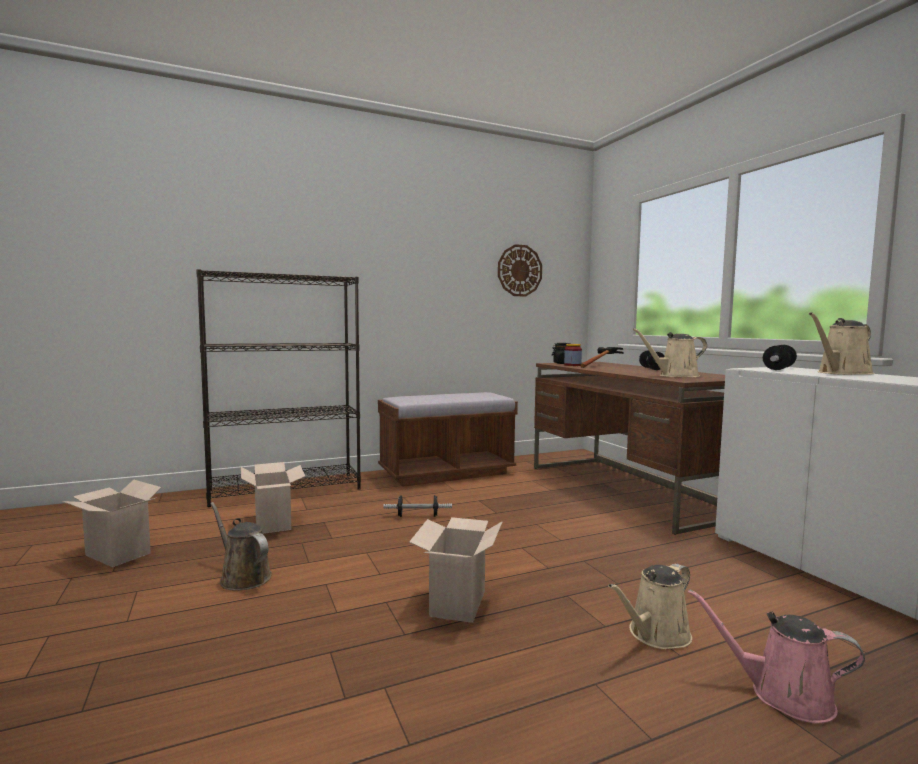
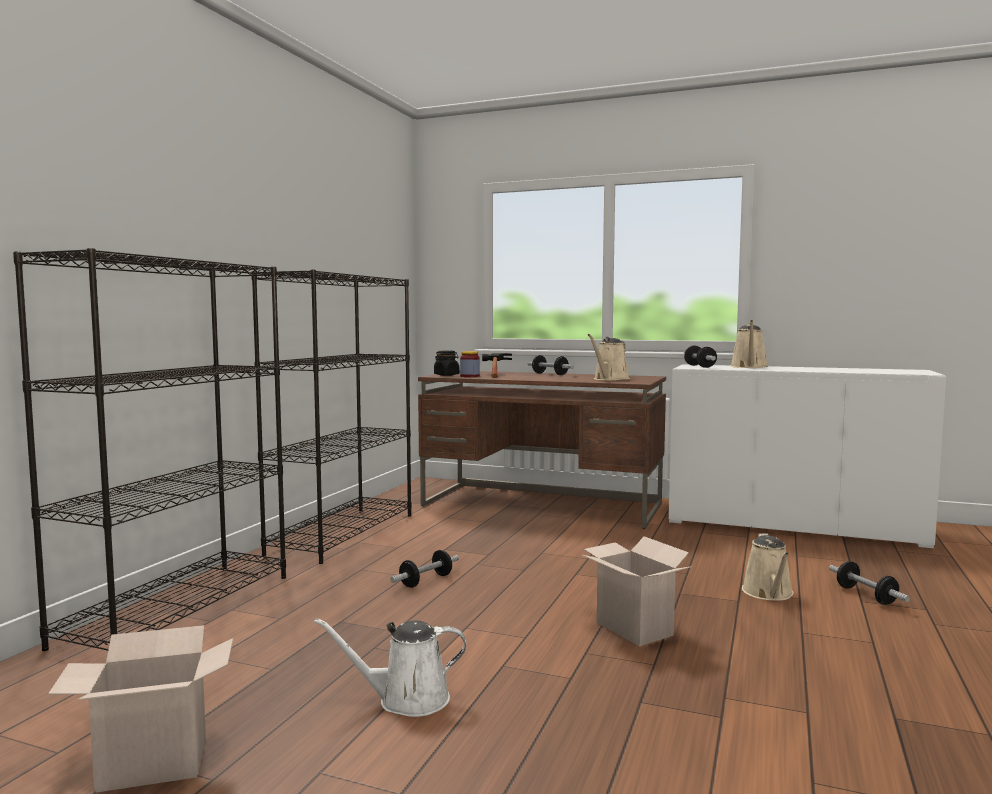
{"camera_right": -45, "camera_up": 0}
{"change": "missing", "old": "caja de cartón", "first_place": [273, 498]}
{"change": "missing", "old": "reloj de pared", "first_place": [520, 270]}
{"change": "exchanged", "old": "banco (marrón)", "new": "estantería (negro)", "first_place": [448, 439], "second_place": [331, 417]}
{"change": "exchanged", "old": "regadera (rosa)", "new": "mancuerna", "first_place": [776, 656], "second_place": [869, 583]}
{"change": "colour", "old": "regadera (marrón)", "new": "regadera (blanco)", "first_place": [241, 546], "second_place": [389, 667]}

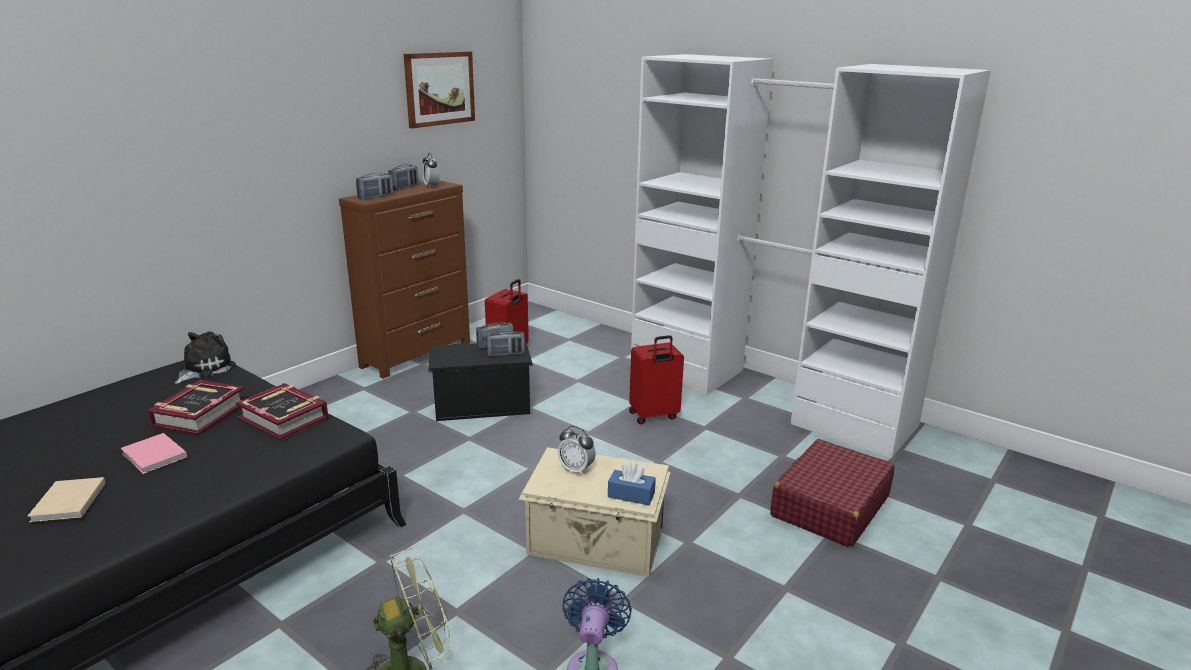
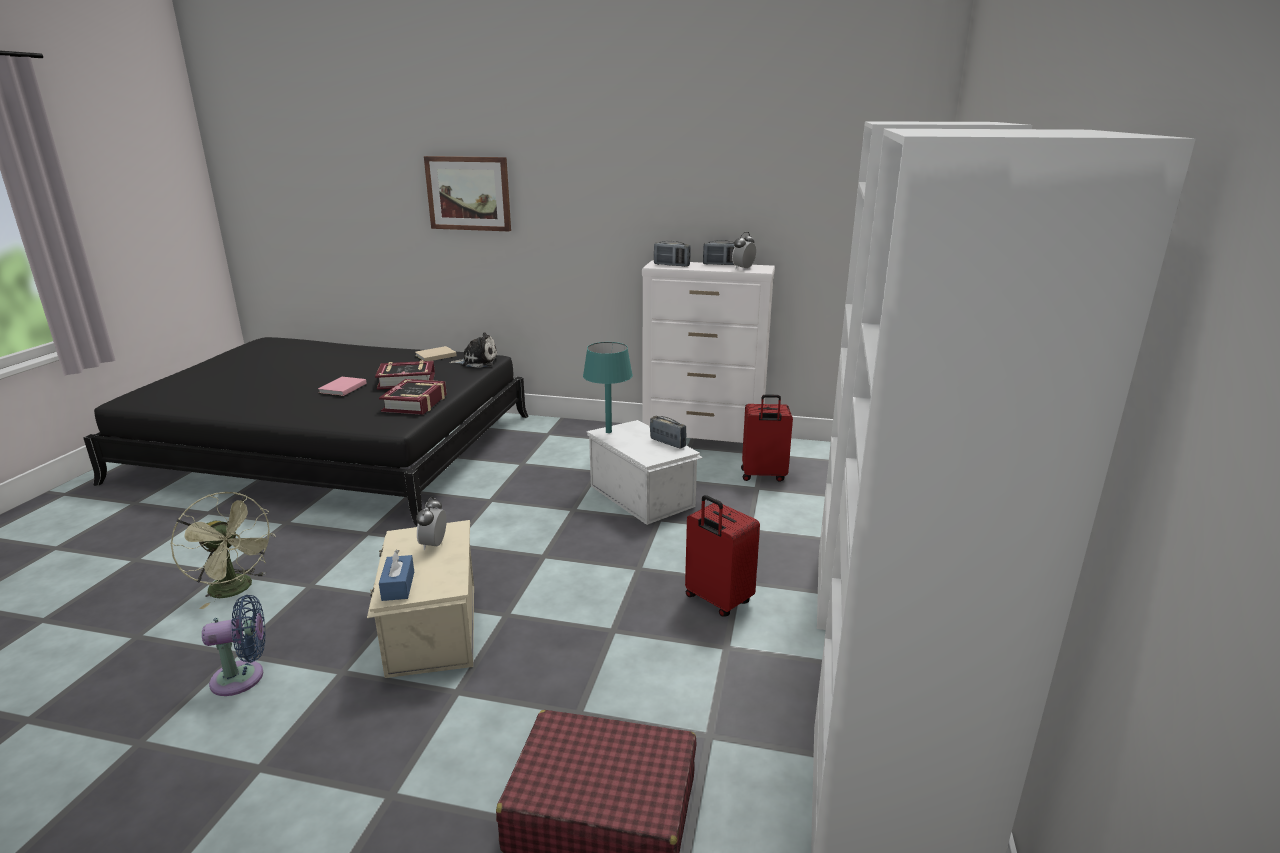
{"camera_right": 65, "camera_up": 0}
{"change": "missing", "old": "radio", "first_place": [505, 344]}
{"change": "appeared", "new": "lámpara de mesa (turquesa)", "second_place": [608, 387]}
{"change": "relocated", "old": "libro (beis)", "first_place": [67, 500], "second_place": [435, 353]}
{"change": "relocated", "old": "cuadro", "first_place": [439, 90], "second_place": [467, 193]}
{"change": "colour", "old": "cómoda (marrón)", "new": "cómoda (blanco)", "first_place": [404, 279], "second_place": [708, 351]}
{"change": "colour", "old": "caja de almacenaje (negro)", "new": "caja de almacenaje (blanco)", "first_place": [480, 381], "second_place": [645, 472]}

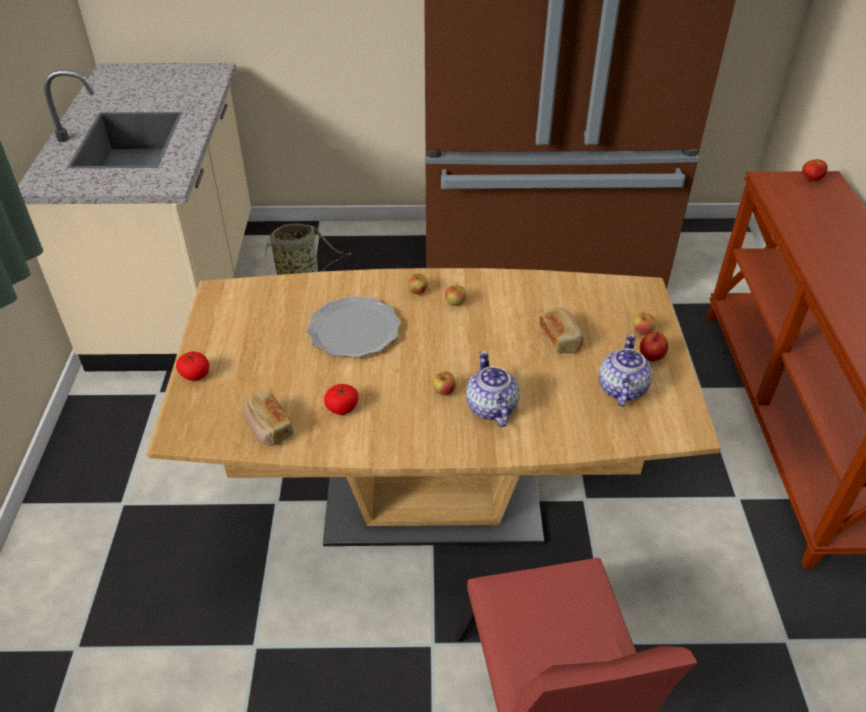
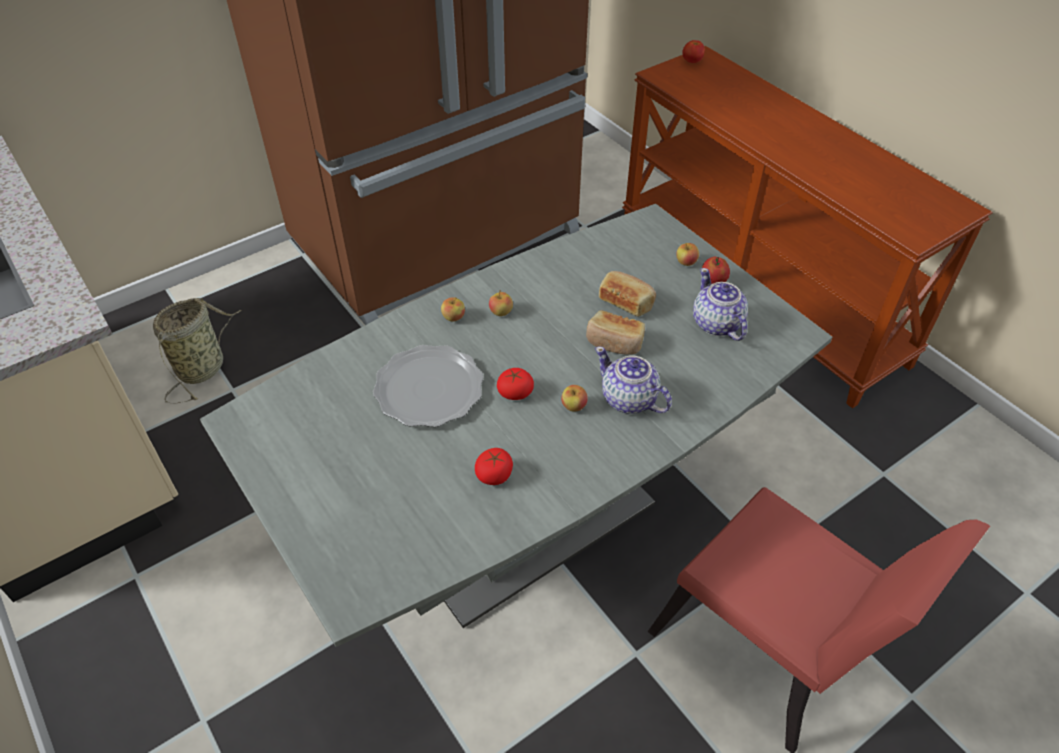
{"camera_right": -35, "camera_up": 5}
{"change": "relocated", "old": "tomate", "first_place": [192, 366], "second_place": [515, 384]}
{"change": "relocated", "old": "pan", "first_place": [268, 419], "second_place": [615, 332]}
{"change": "colour", "old": "mesa de comedor (marrón)", "new": "mesa de comedor (gris)", "first_place": [434, 407], "second_place": [516, 425]}

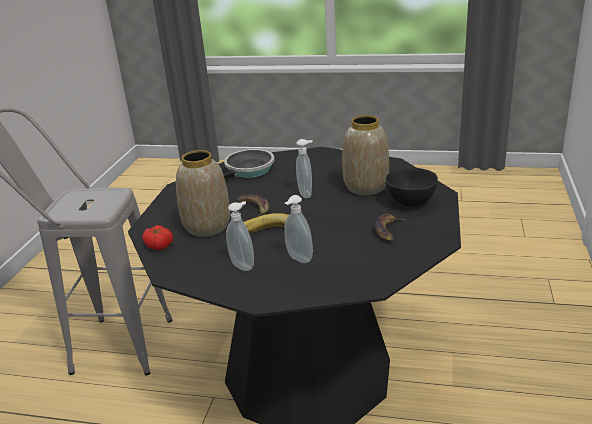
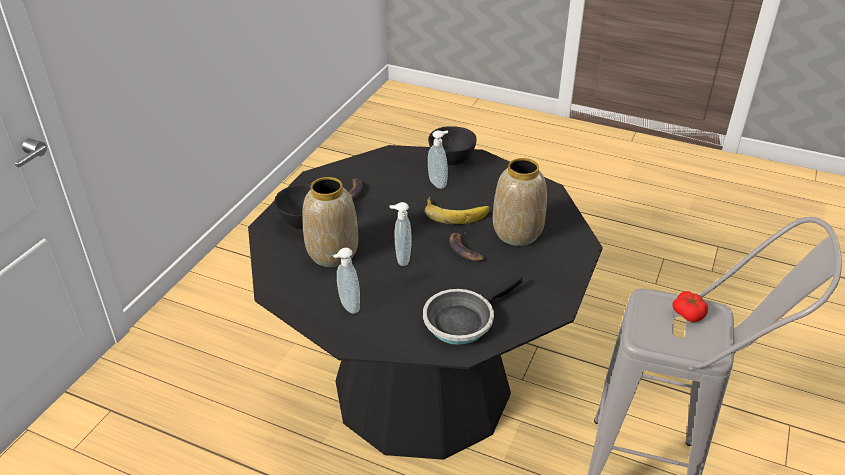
{"camera_right": -170, "camera_up": 10}
{"change": "appeared", "new": "cuenco (negro)", "second_place": [452, 145]}
{"change": "relocated", "old": "tomate", "first_place": [158, 237], "second_place": [690, 306]}
{"change": "relocated", "old": "dispensador de jabón", "first_place": [240, 236], "second_place": [346, 281]}

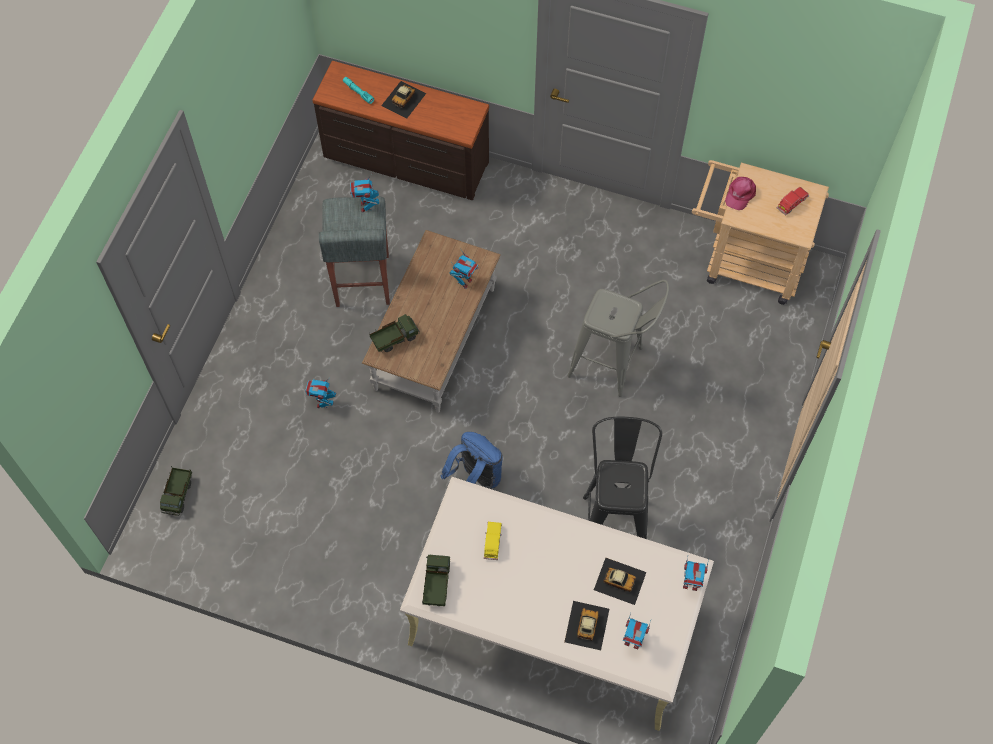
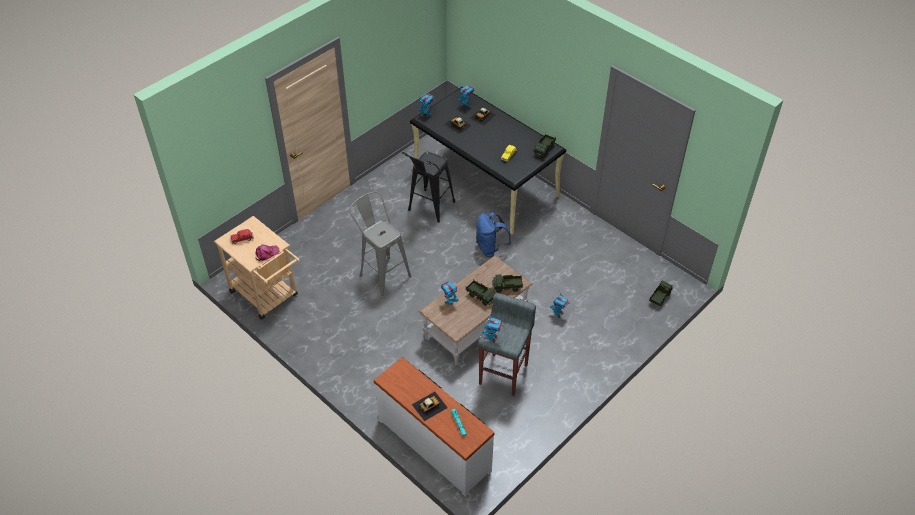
{"camera_right": -155, "camera_up": -15}
{"change": "appeared", "new": "camión de juguete", "second_place": [480, 293]}
{"change": "colour", "old": "cómoda (marrón)", "new": "cómoda (blanco)", "first_place": [401, 130], "second_place": [434, 426]}
{"change": "colour", "old": "escritorio (beis)", "new": "escritorio (negro)", "first_place": [557, 604], "second_place": [488, 161]}

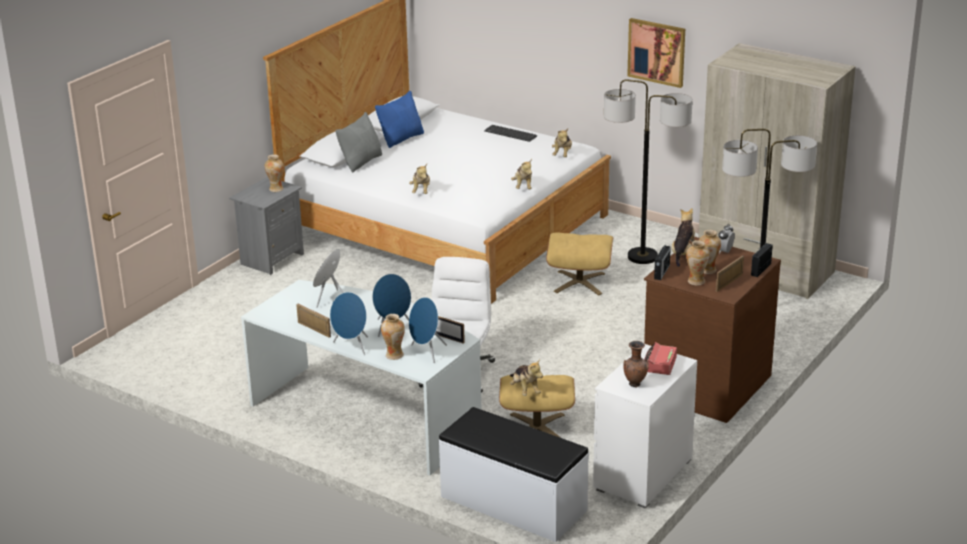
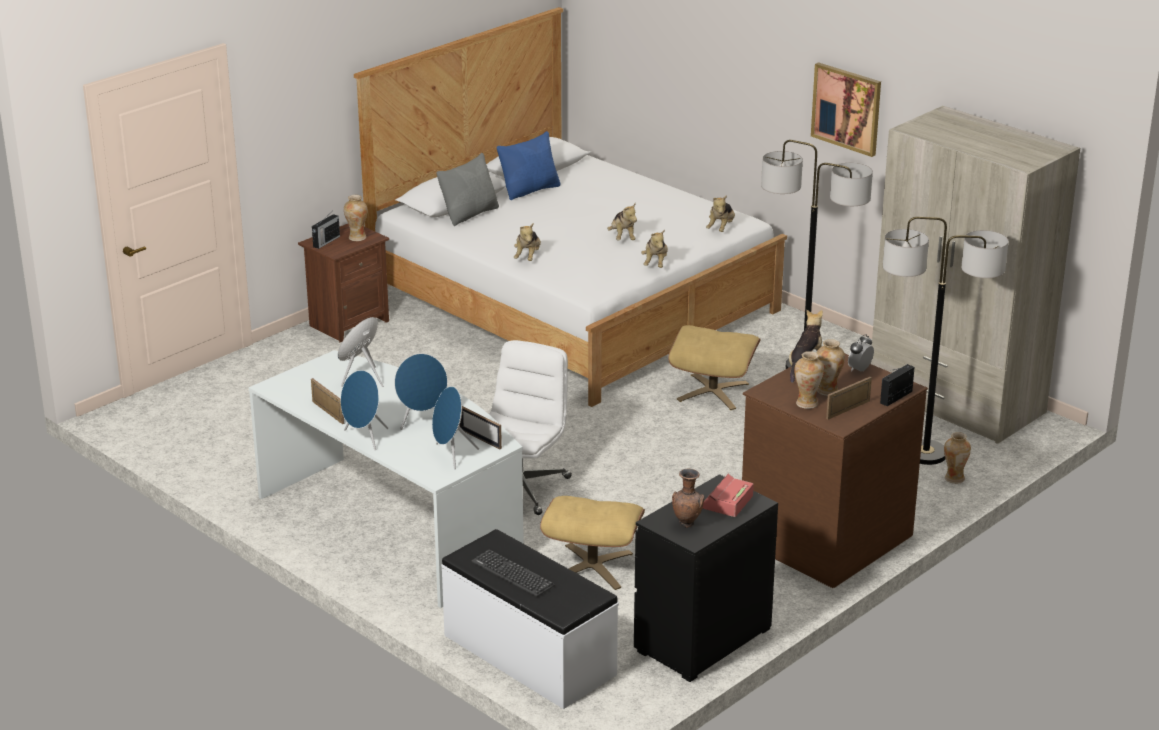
{"camera_right": 10, "camera_up": 0}
{"change": "relocated", "old": "florero", "first_place": [393, 337], "second_place": [957, 458]}
{"change": "relocated", "old": "teclado", "first_place": [510, 133], "second_place": [513, 573]}
{"change": "relocated", "old": "peluche", "first_place": [526, 377], "second_place": [622, 221]}
{"change": "relocated", "old": "radio", "first_place": [662, 261], "second_place": [326, 231]}
{"change": "colour", "old": "mesita de noche (gris)", "new": "mesita de noche (marrón)", "first_place": [266, 226], "second_place": [343, 283]}
{"change": "colour", "old": "cómoda (blanco)", "new": "cómoda (negro)", "first_place": [645, 426], "second_place": [706, 578]}

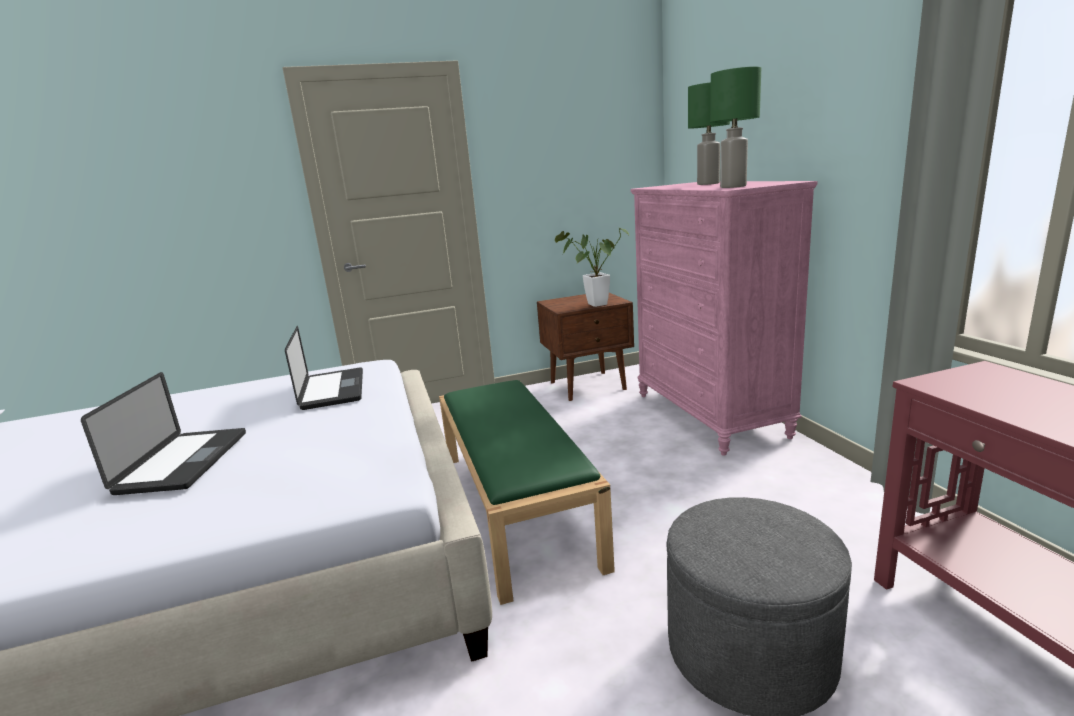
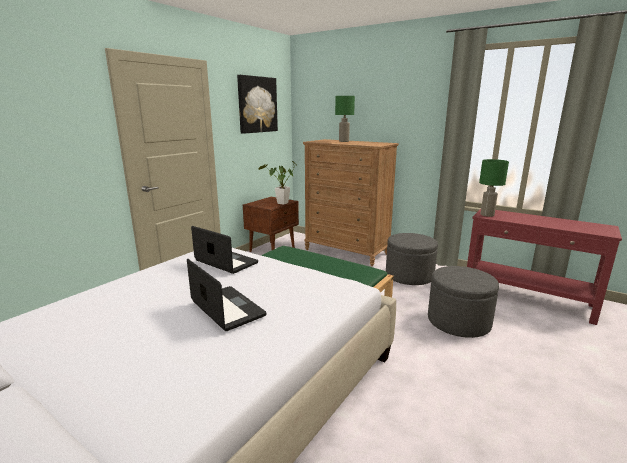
{"camera_right": -40, "camera_up": 0}
{"change": "appeared", "new": "cuadro", "second_place": [257, 104]}
{"change": "appeared", "new": "puf (gris)", "second_place": [412, 259]}
{"change": "relocated", "old": "lámpara de mesa (verde)", "first_place": [735, 127], "second_place": [494, 188]}
{"change": "colour", "old": "cómoda (rosa)", "new": "cómoda (marrón)", "first_place": [724, 318], "second_place": [351, 202]}

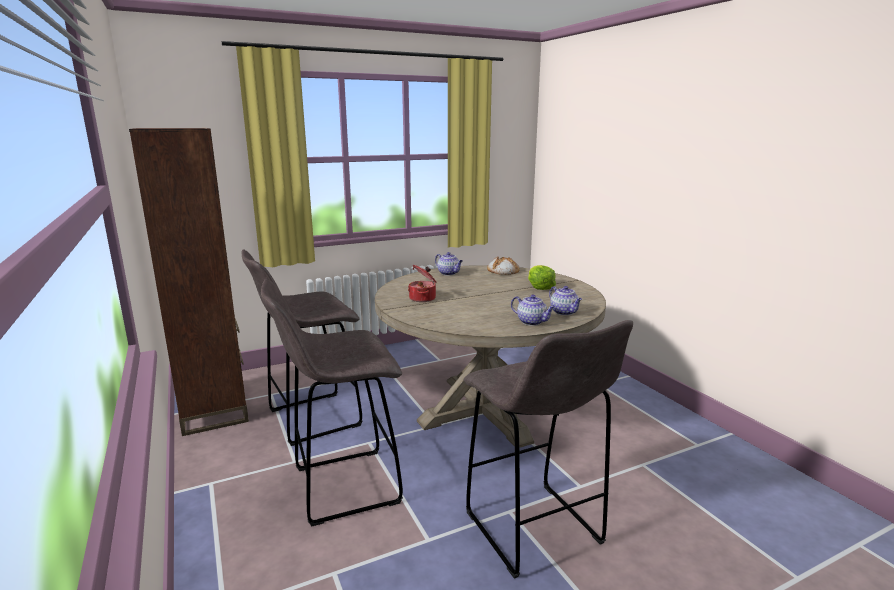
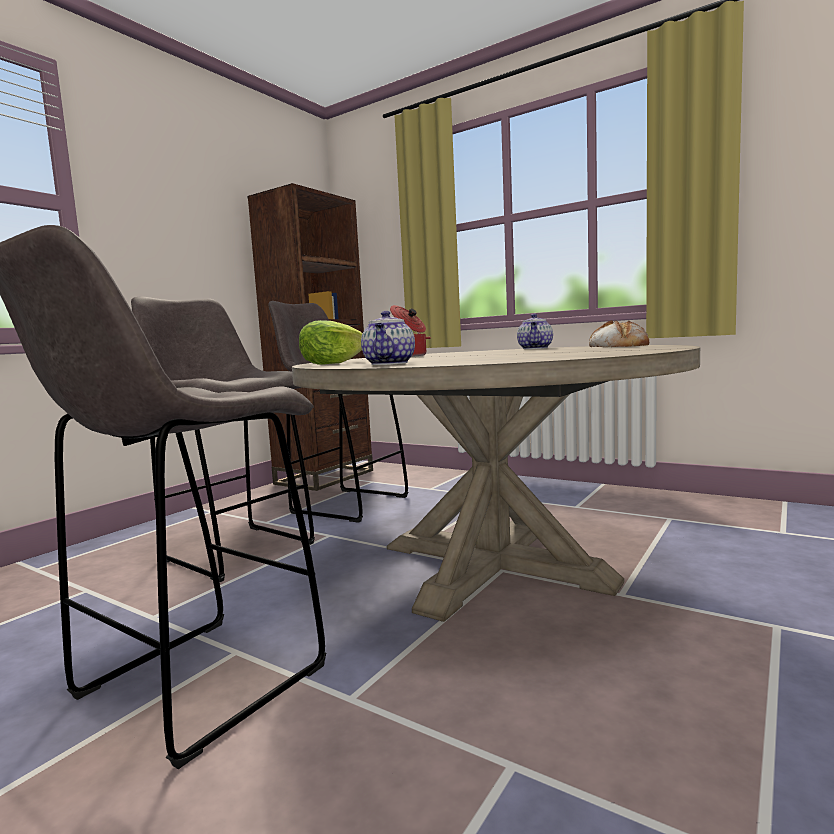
{"camera_right": 60, "camera_up": -10}
{"change": "missing", "old": "tetera", "first_place": [565, 300]}
{"change": "relocated", "old": "lechuga", "first_place": [542, 277], "second_place": [330, 342]}

